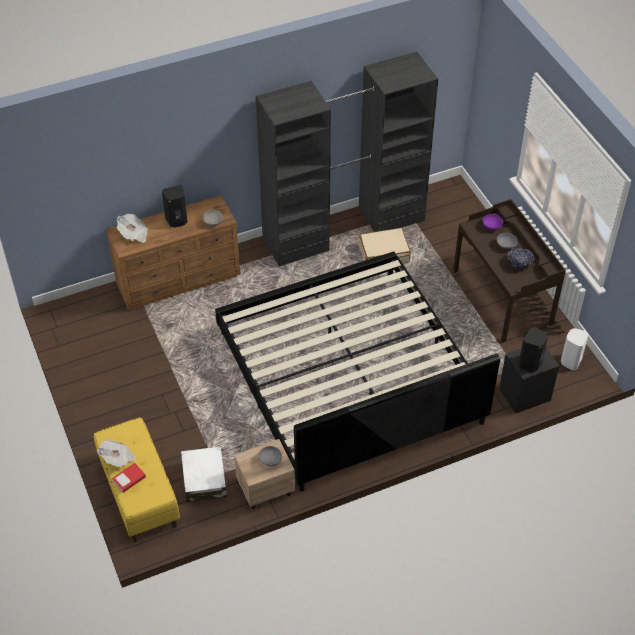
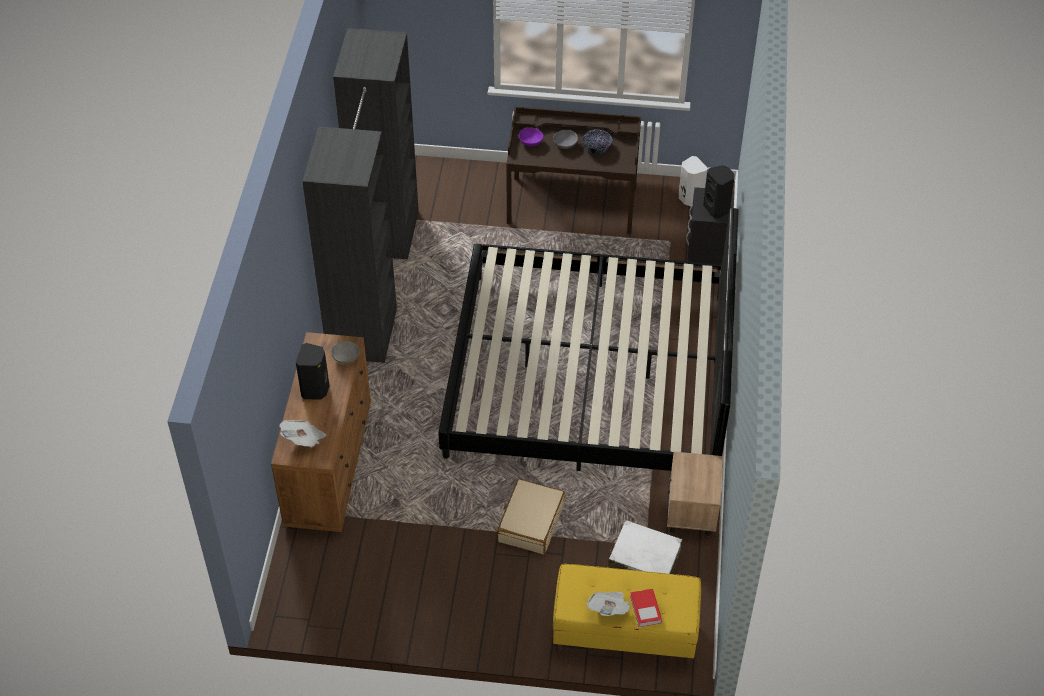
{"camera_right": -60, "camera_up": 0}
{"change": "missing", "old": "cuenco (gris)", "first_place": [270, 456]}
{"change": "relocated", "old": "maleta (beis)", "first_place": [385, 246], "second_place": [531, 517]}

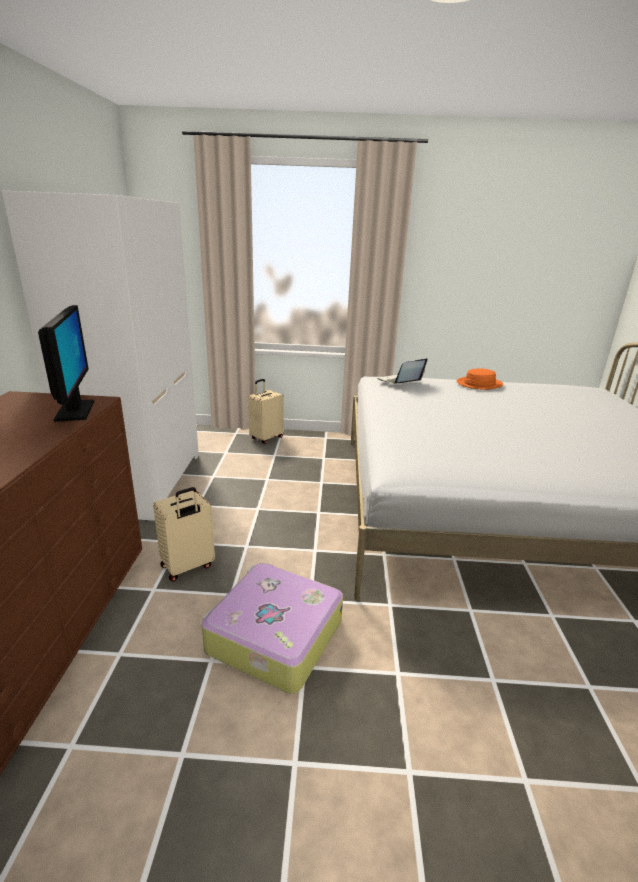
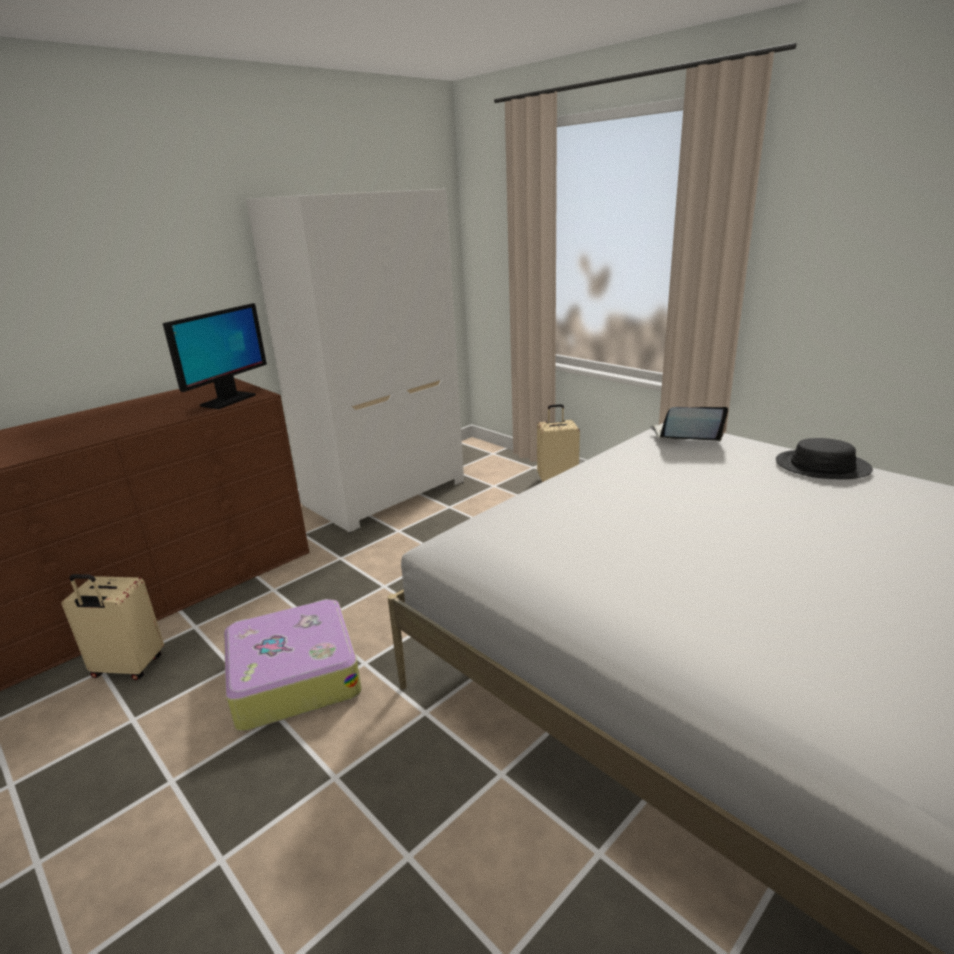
{"camera_right": 45, "camera_up": 0}
{"change": "relocated", "old": "maleta (beis)", "first_place": [184, 534], "second_place": [113, 627]}
{"change": "colour", "old": "sombrero (naranja)", "new": "sombrero (negro)", "first_place": [480, 379], "second_place": [824, 458]}

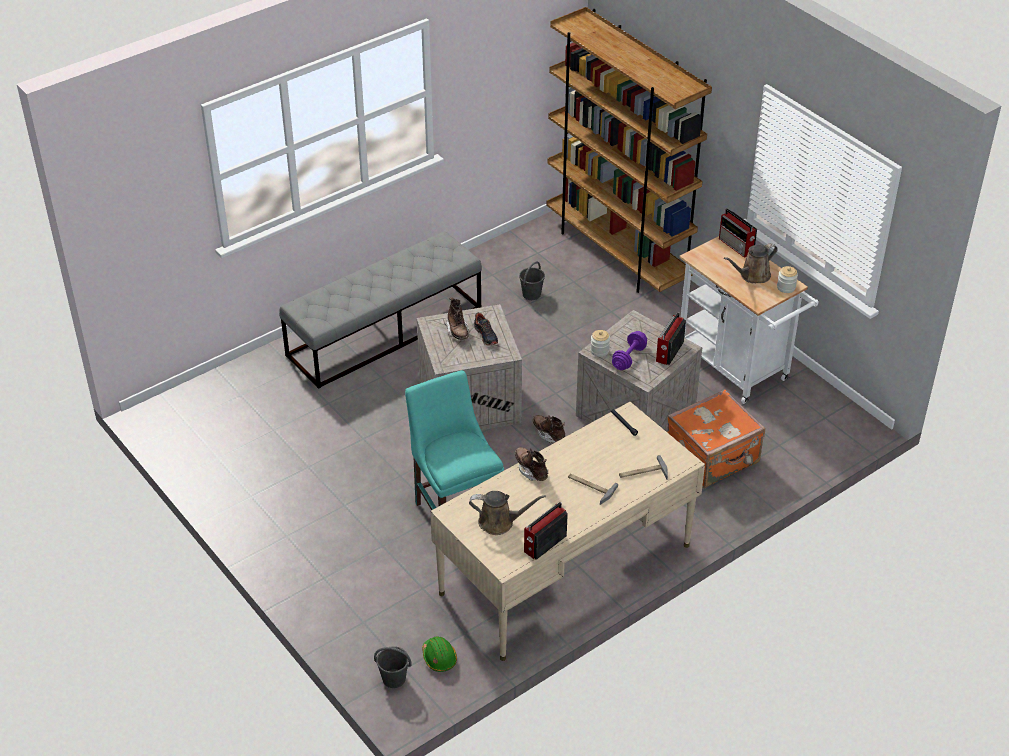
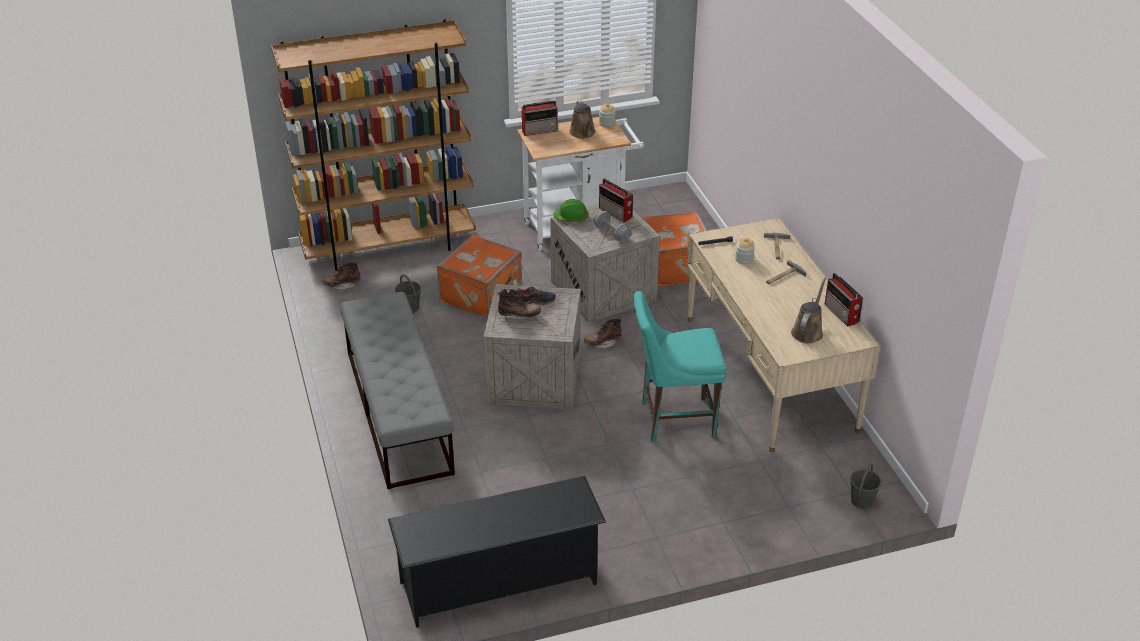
{"camera_right": -70, "camera_up": -5}
{"change": "appeared", "new": "zapatero (negro)", "second_place": [497, 552]}
{"change": "appeared", "new": "maleta (naranja)", "second_place": [479, 276]}
{"change": "relocated", "old": "casco (verde)", "first_place": [439, 654], "second_place": [571, 210]}
{"change": "relocated", "old": "bota (marrón)", "first_place": [532, 464], "second_place": [341, 275]}
{"change": "relocated", "old": "tarro", "first_place": [600, 343], "second_place": [745, 251]}
{"change": "colour", "old": "mancuerna (morado)", "new": "mancuerna (gris)", "first_place": [629, 350], "second_place": [612, 226]}

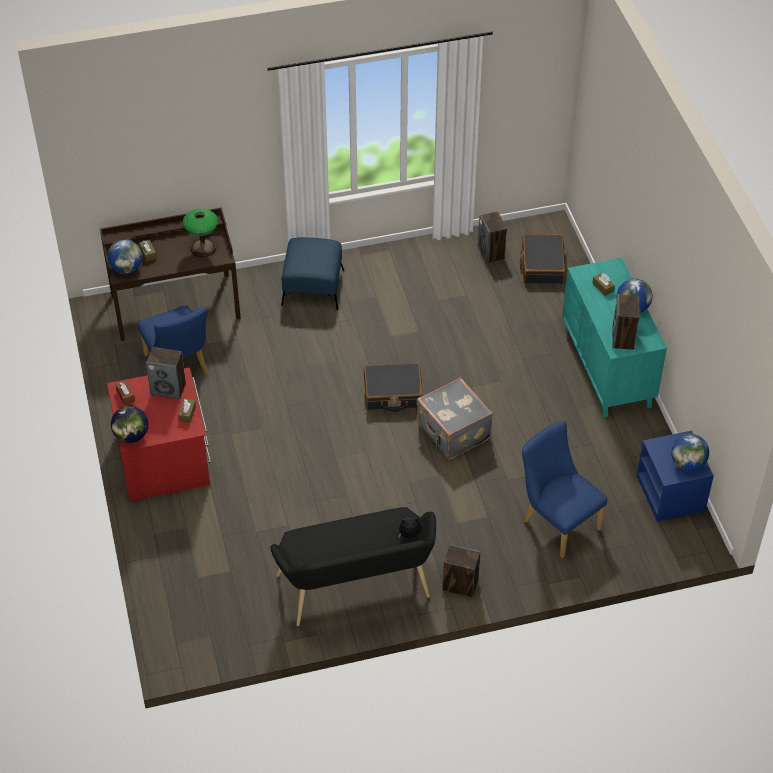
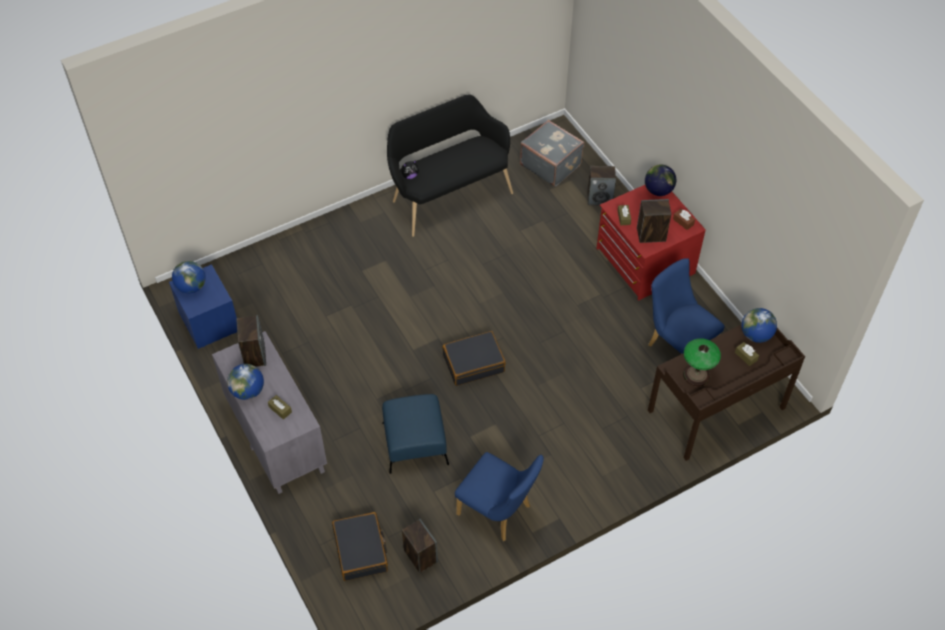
{"camera_right": 165, "camera_up": 5}
{"change": "relocated", "old": "puf (azul)", "first_place": [312, 273], "second_place": [415, 434]}
{"change": "relocated", "old": "maleta (gris)", "first_place": [455, 419], "second_place": [552, 153]}
{"change": "relocated", "old": "altavoz", "first_place": [462, 571], "second_place": [601, 185]}
{"change": "relocated", "old": "silla (azul)", "first_place": [565, 489], "second_place": [499, 496]}
{"change": "colour", "old": "cómoda (turquesa)", "new": "cómoda (gris)", "first_place": [614, 337], "second_place": [269, 412]}

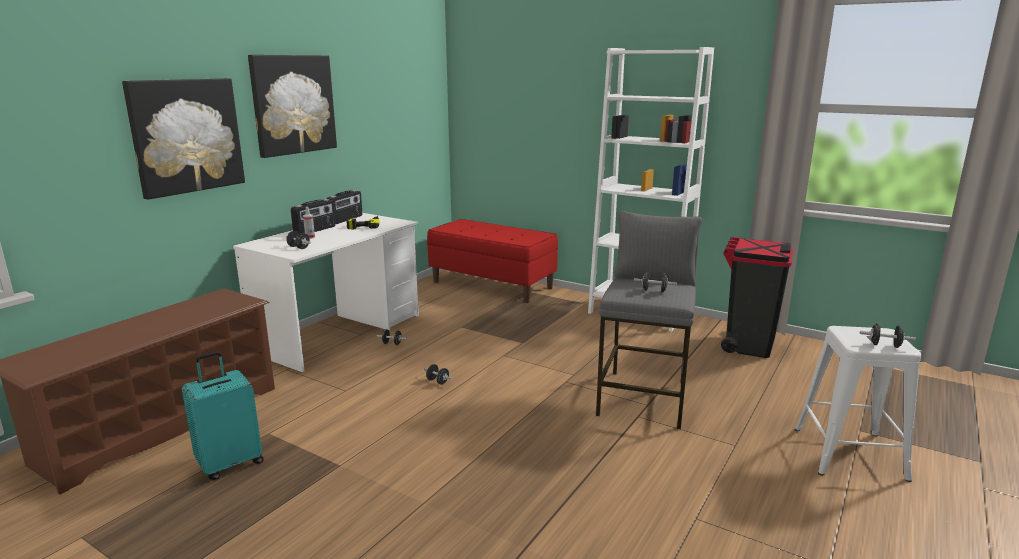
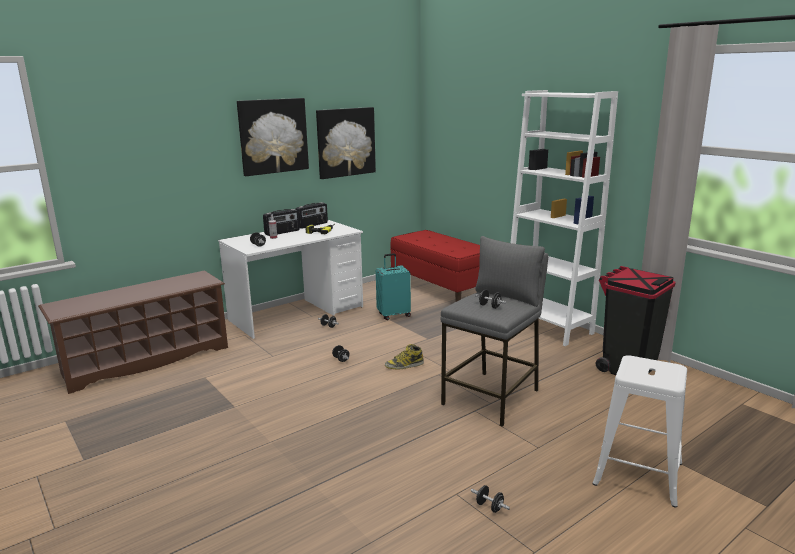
{"camera_right": 20, "camera_up": 0}
{"change": "appeared", "new": "bota", "second_place": [404, 356]}
{"change": "relocated", "old": "cuadro", "first_place": [183, 139], "second_place": [346, 143]}
{"change": "relocated", "old": "maleta (turquesa)", "first_place": [223, 415], "second_place": [393, 286]}
{"change": "relocated", "old": "mancuerna (negro)", "first_place": [888, 335], "second_place": [490, 499]}

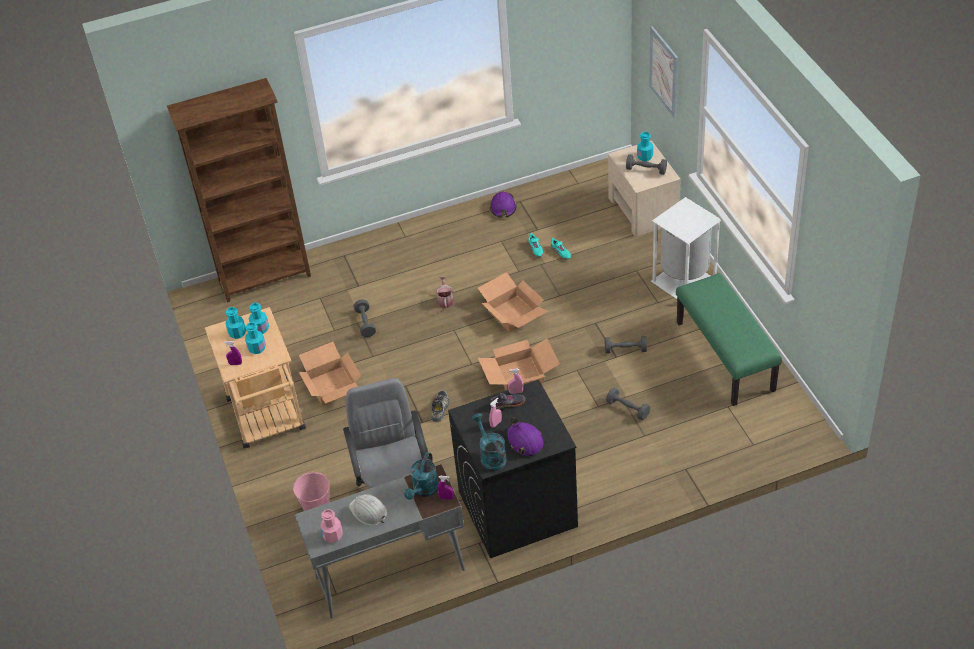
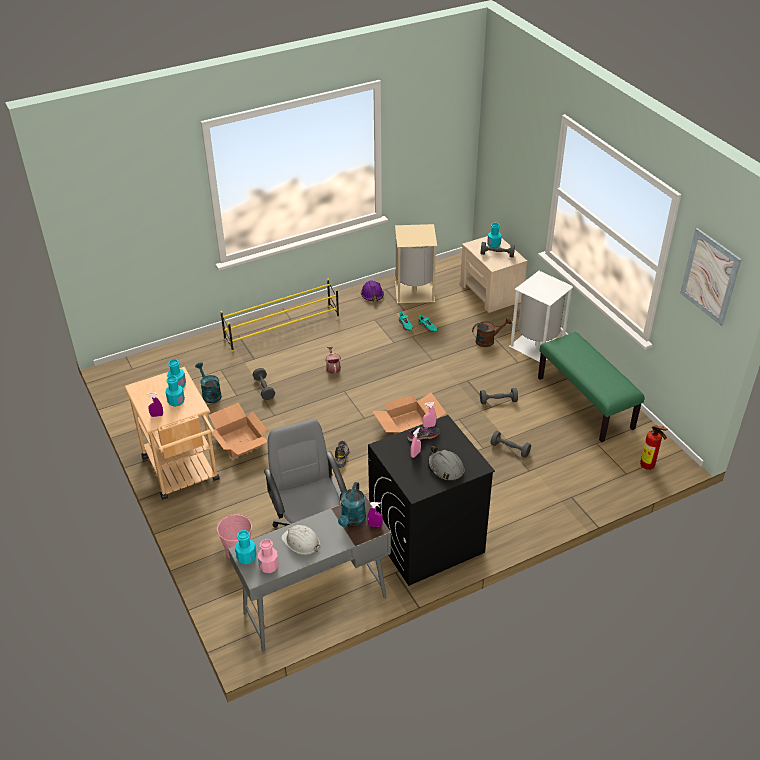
{"camera_right": -10, "camera_up": -5}
{"change": "missing", "old": "estantería (marrón)", "first_place": [239, 190]}
{"change": "missing", "old": "caja de cartón", "first_place": [513, 302]}
{"change": "appeared", "new": "zapatero (amarillo)", "second_place": [279, 315]}
{"change": "appeared", "new": "papelera (beis)", "second_place": [416, 263]}
{"change": "appeared", "new": "regadera (marrón)", "second_place": [492, 332]}
{"change": "appeared", "new": "extintor", "second_place": [654, 447]}
{"change": "relocated", "old": "botella (turquesa)", "first_place": [235, 323], "second_place": [245, 547]}
{"change": "relocated", "old": "regadera (turquesa)", "first_place": [489, 442], "second_place": [208, 382]}
{"change": "relocated", "old": "cuadro", "first_place": [663, 72], "second_place": [711, 277]}
{"change": "colour", "old": "casco (morado)", "new": "casco (gris)", "first_place": [525, 436], "second_place": [446, 463]}

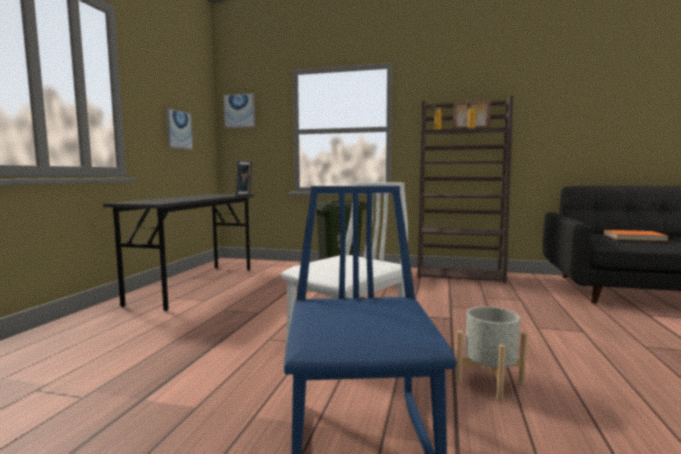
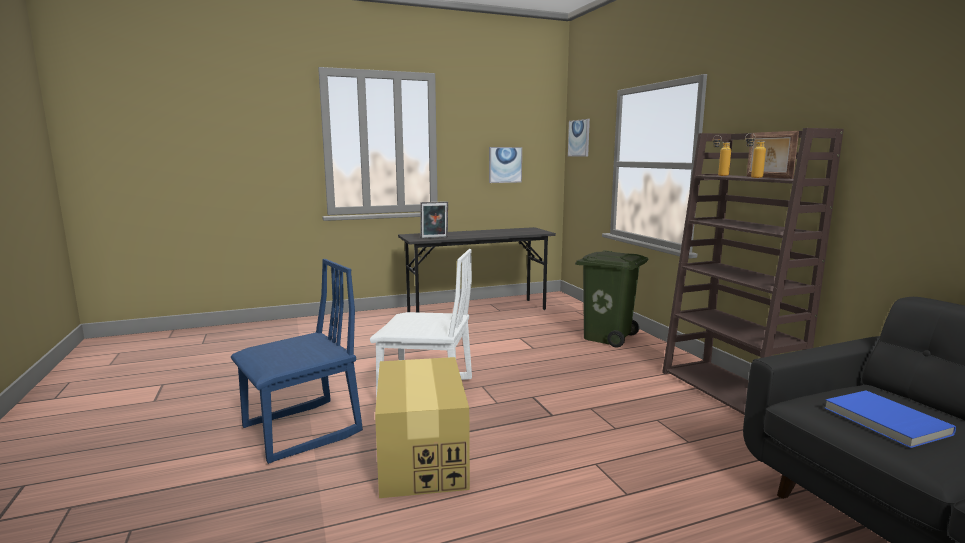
{"camera_right": 55, "camera_up": 5}
{"change": "relocated", "old": "portarretratos", "first_place": [243, 178], "second_place": [434, 220]}
{"change": "exchanged", "old": "maceta (gris)", "new": "caja de cartón", "first_place": [491, 354], "second_place": [422, 427]}
{"change": "colour", "old": "libro (naranja)", "new": "libro (azul)", "first_place": [636, 235], "second_place": [890, 419]}

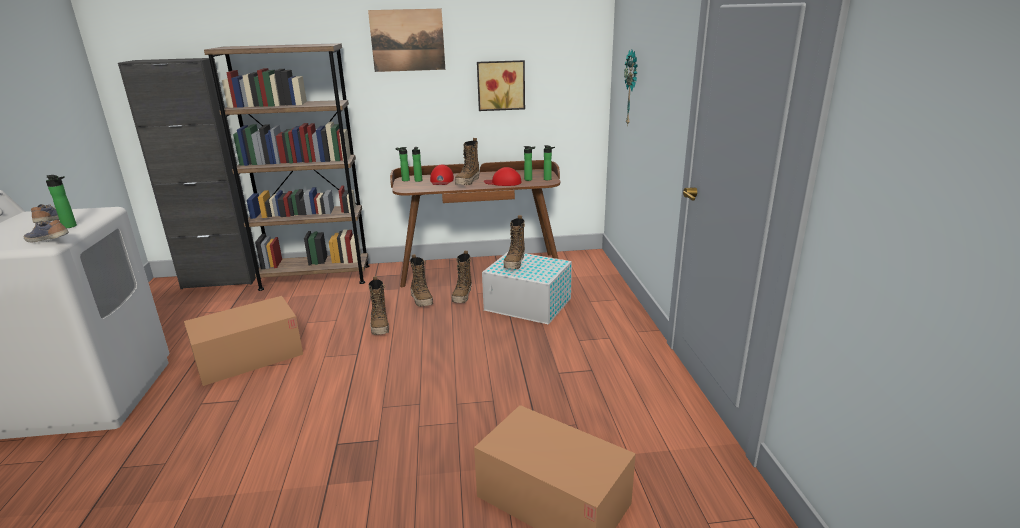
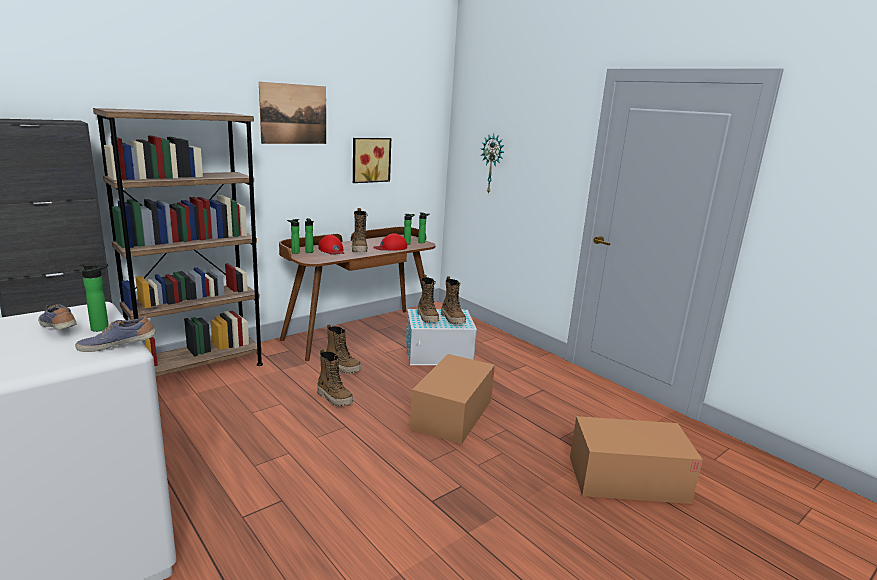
{"camera_right": -35, "camera_up": -5}
{"change": "relocated", "old": "caja de cartón", "first_place": [243, 341], "second_place": [452, 399]}
{"change": "relocated", "old": "bota", "first_place": [462, 277], "second_place": [453, 300]}

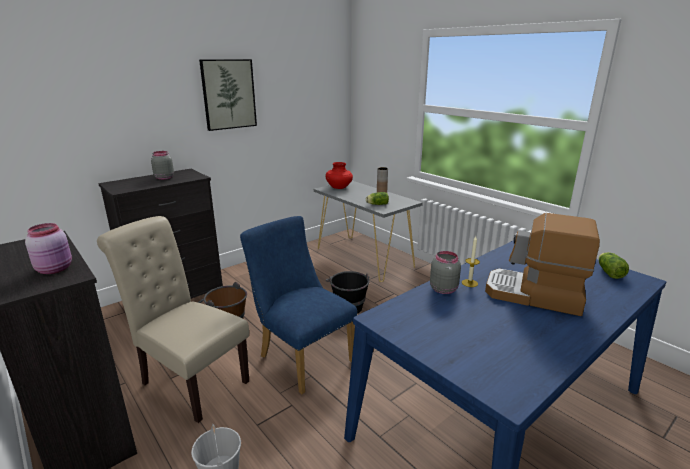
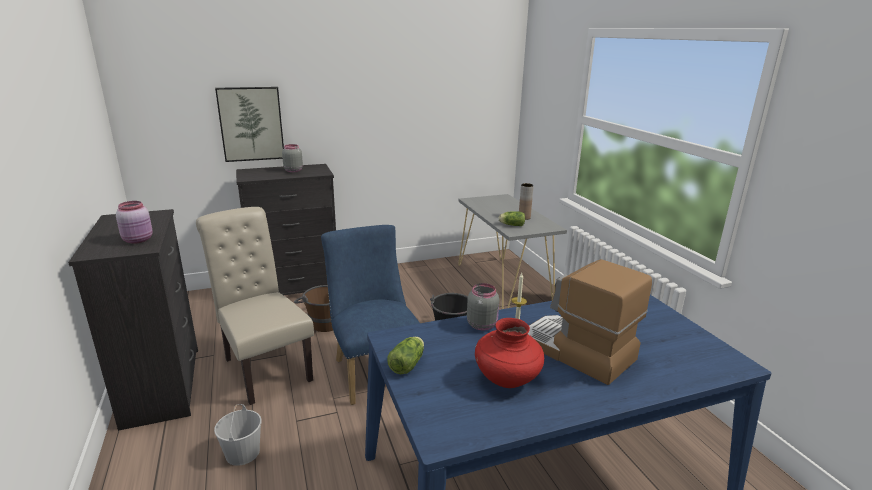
{"camera_right": 20, "camera_up": 0}
{"change": "relocated", "old": "cuadro", "first_place": [228, 95], "second_place": [249, 124]}
{"change": "relocated", "old": "florero (rojo)", "first_place": [339, 175], "second_place": [509, 353]}
{"change": "relocated", "old": "lechuga", "first_place": [614, 265], "second_place": [405, 355]}

